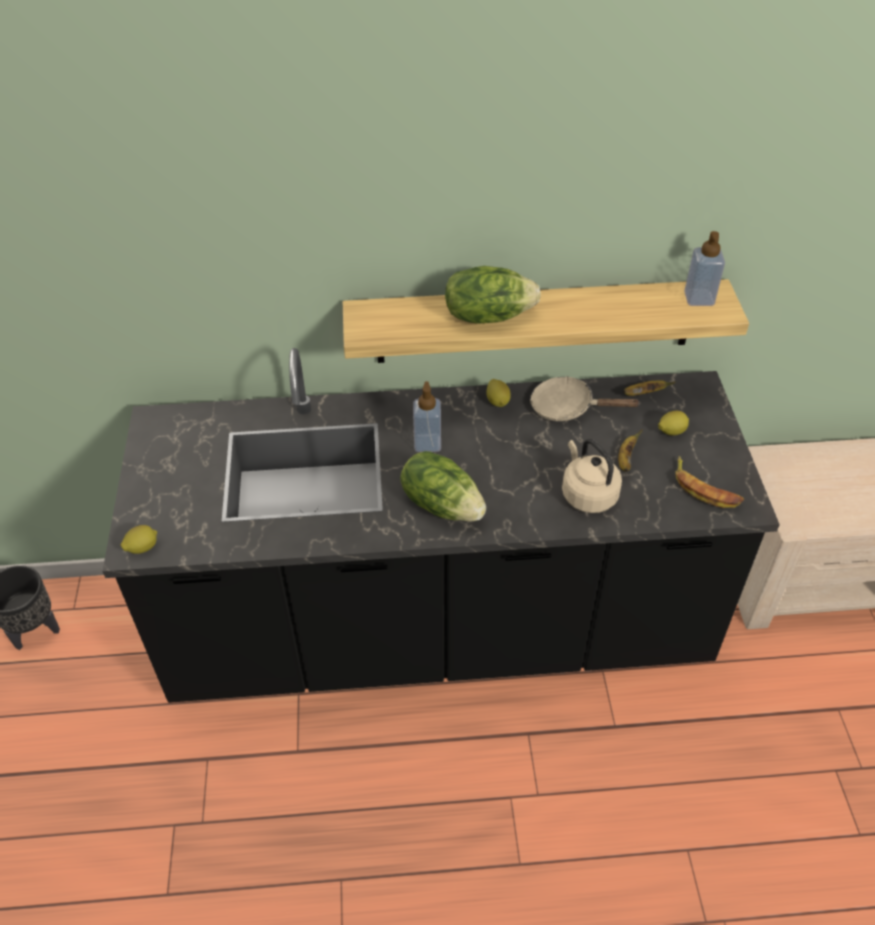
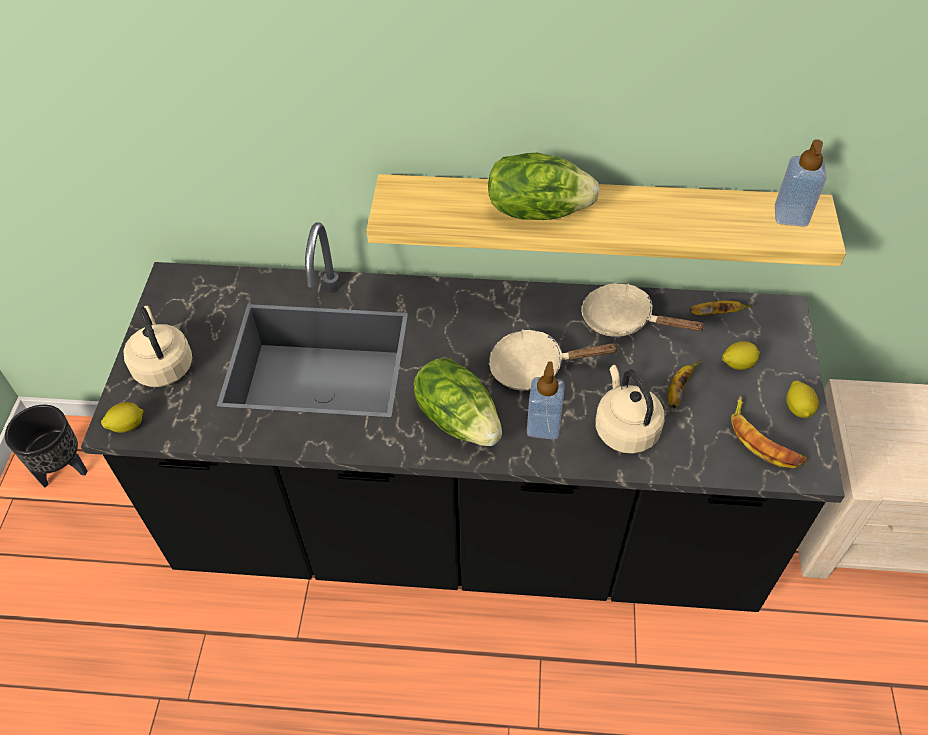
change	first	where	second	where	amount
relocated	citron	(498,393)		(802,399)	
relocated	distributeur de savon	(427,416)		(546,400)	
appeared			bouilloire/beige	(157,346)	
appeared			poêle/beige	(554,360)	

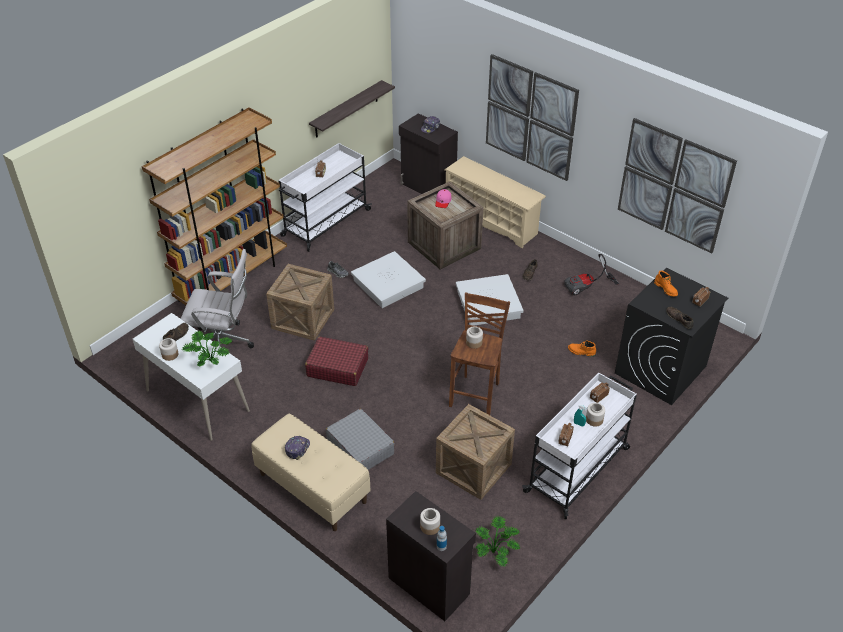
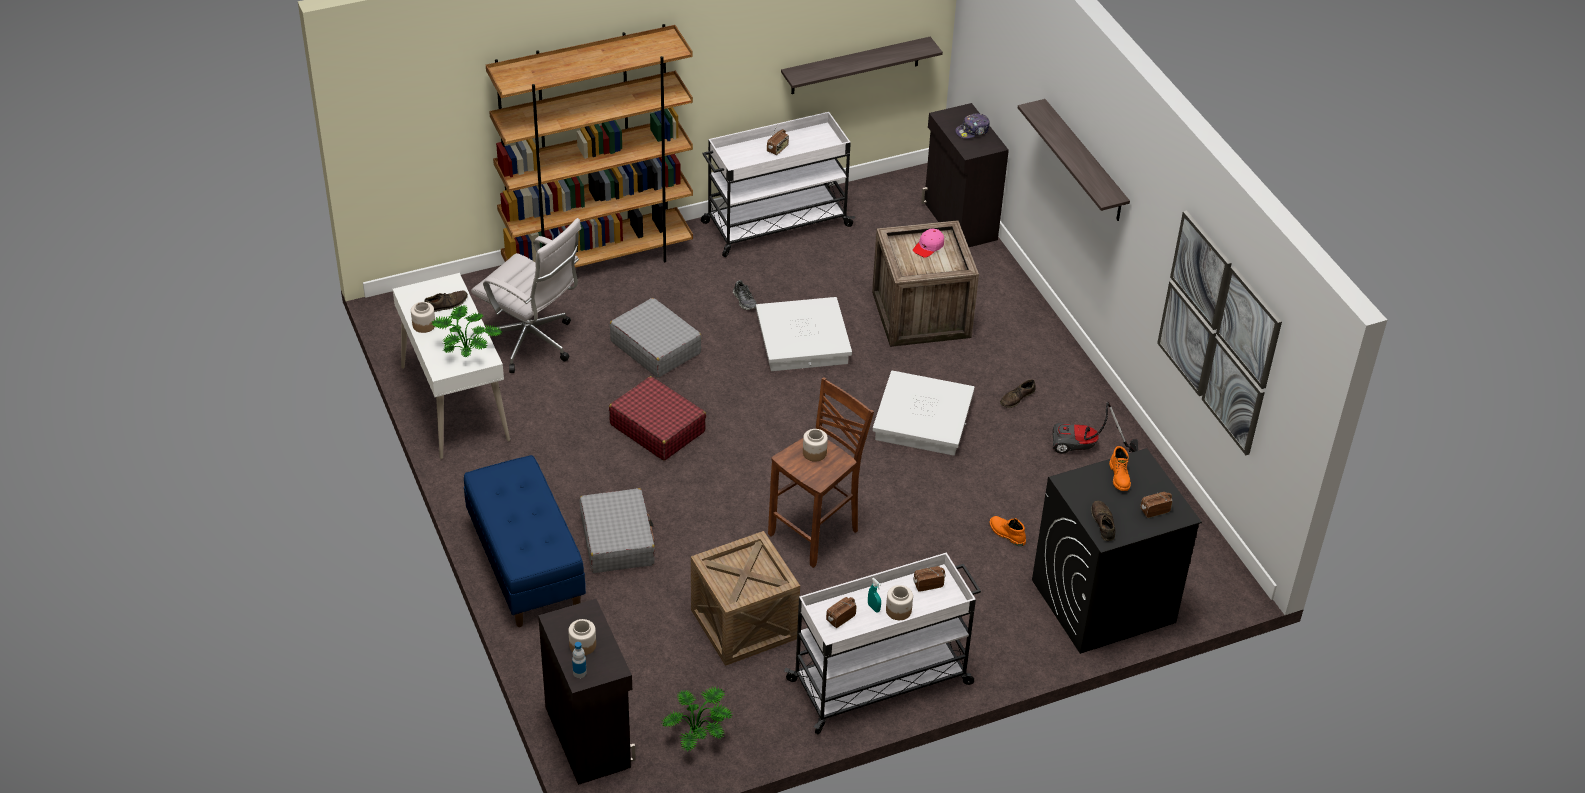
change	first	where	second	where	amount
exchanged	tableau	(532,117)	étagère	(1074,160)	
missing	étagère à chaussures/beige	(495,202)			
exchanged	caisse	(300,302)	valise/gris	(655,338)	
colour	banc/beige	(311,472)	banc/bleu	(525,541)	
missing	casquette	(297,448)			

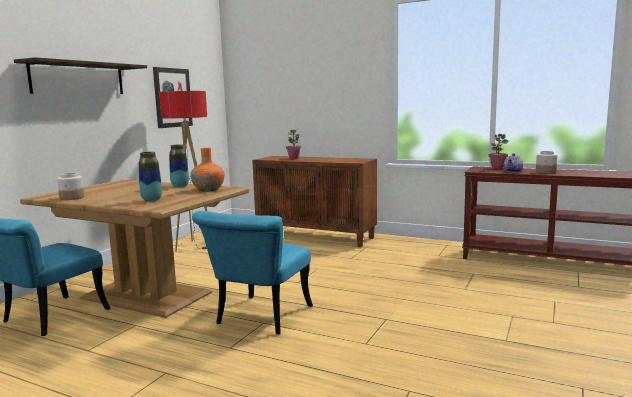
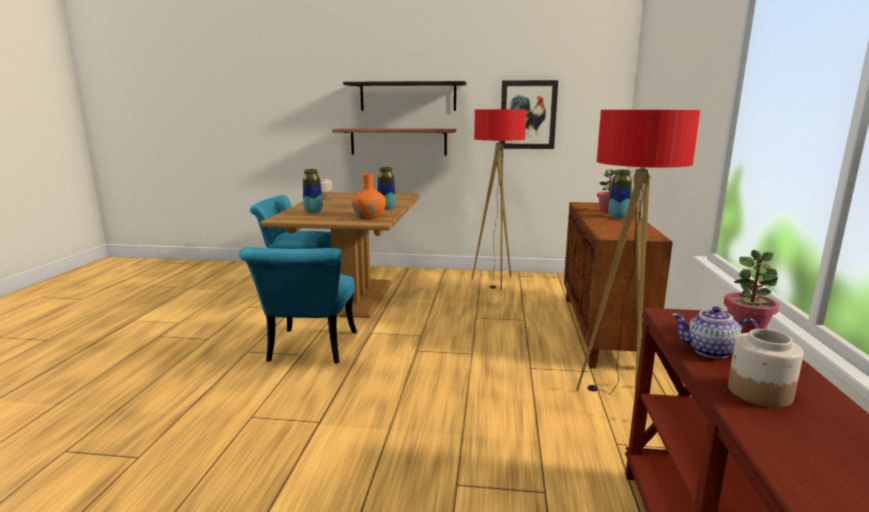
change	first	where	second	where	amount
spun	chaise/turquoise	(252,273)		(298,305)	90 degrees counterclockwise
appeared			lampadaire	(638,252)	
appeared			étagère	(394,142)	
appeared			vase	(620,194)	

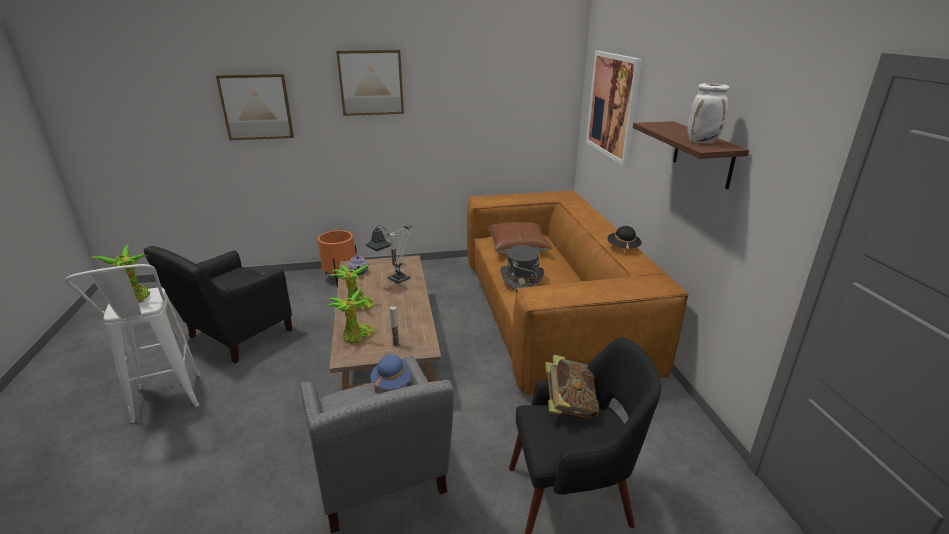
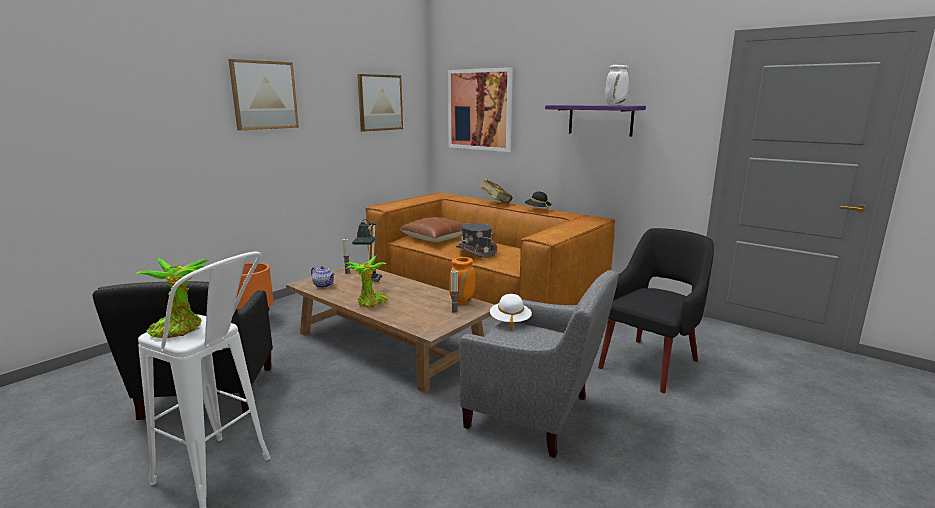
change	first	where	second	where	amount
relocated	tableau	(255,107)		(380,103)	
colour	étagère/marron	(691,155)	étagère/violet	(595,120)	
missing	plante en pot	(350,316)			
colour	chapeau/bleu	(390,374)	chapeau/blanc	(511,312)	
relocated	livre	(572,387)		(495,190)	
appeared			vase/orange	(462,281)	

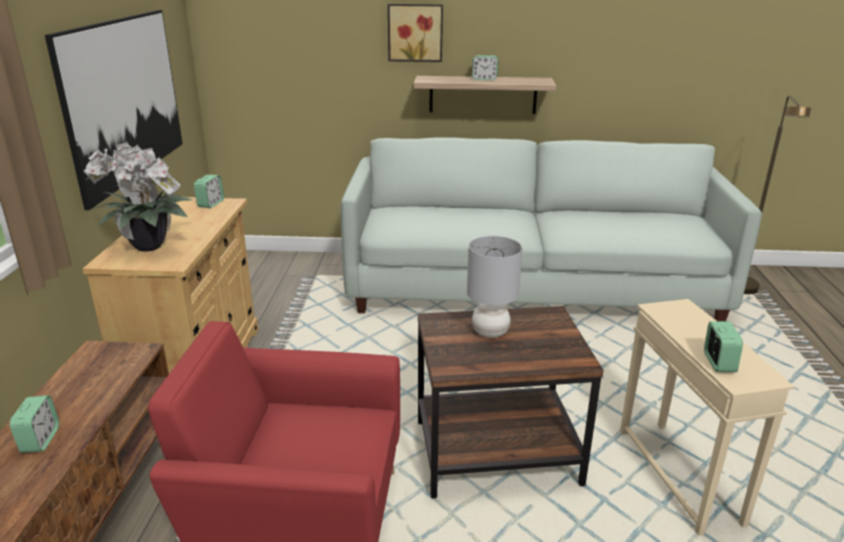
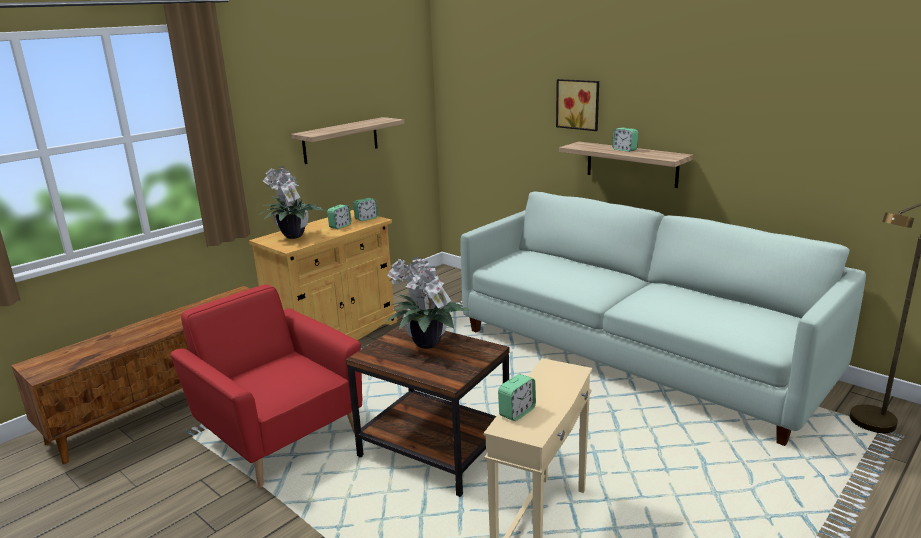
change	first	where	second	where	amount
exchanged	tableau	(114,110)	étagère	(348,140)	
exchanged	lampe de table/gris	(494,287)	plante en pot	(428,303)	
relocated	réveil	(34,424)		(339,217)	

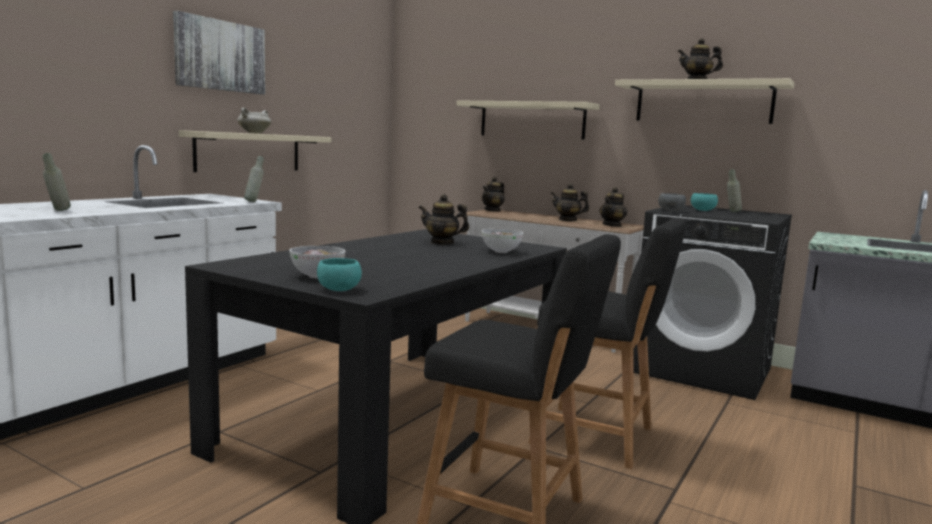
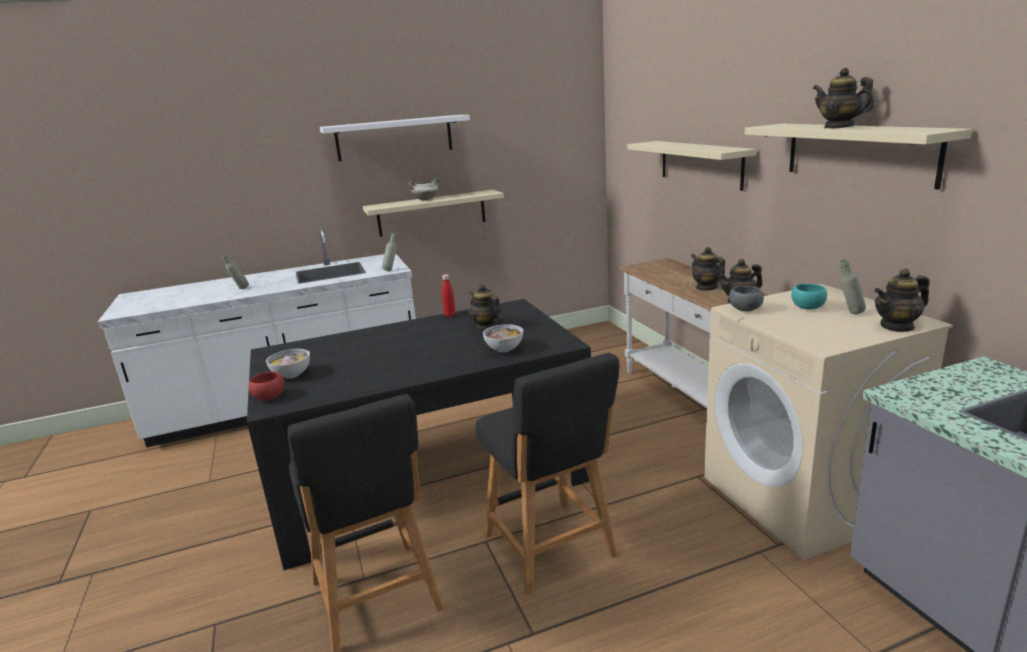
change	first	where	second	where	amount
exchanged	tableau	(219,53)	étagère/blanc	(395,138)	
relocated	théière	(493,194)		(902,300)	
colour	lave-linge/noir	(713,302)	lave-linge/beige	(828,422)	
colour	bol/turquoise	(339,274)	bol/rouge	(267,386)	
appeared			bouteille/rouge	(448,295)	

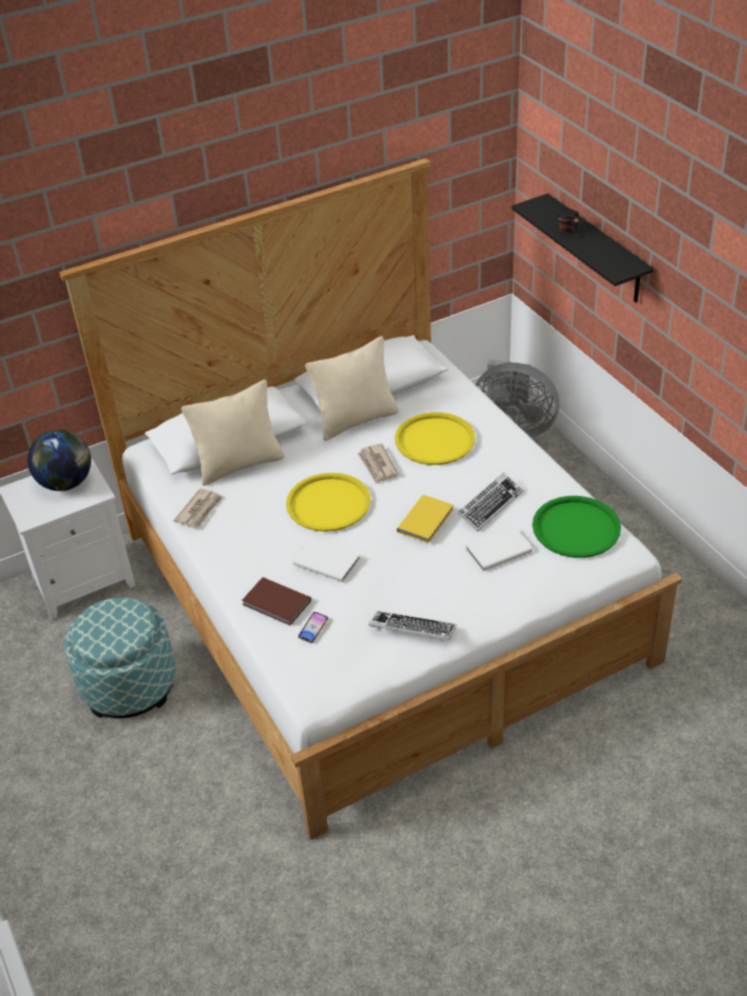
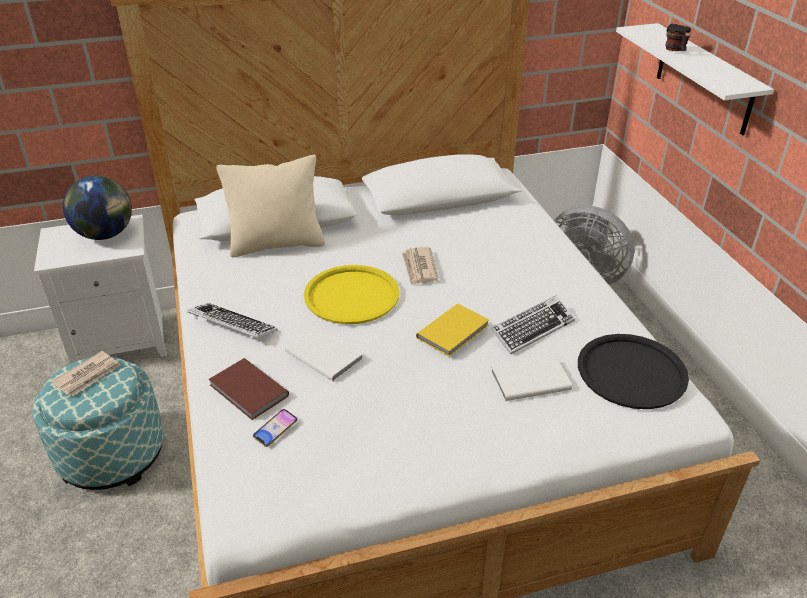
change	first	where	second	where	amount
colour	étagère/noir	(583,248)	étagère/blanc	(695,79)	
missing	coussin/beige	(352,388)			
missing	plateau/jaune	(435,438)			
relocated	journal	(197,508)		(86,373)	
colour	plateau/vert	(576,527)	plateau/noir	(633,371)	
relocated	clavier	(412,626)		(232,321)	

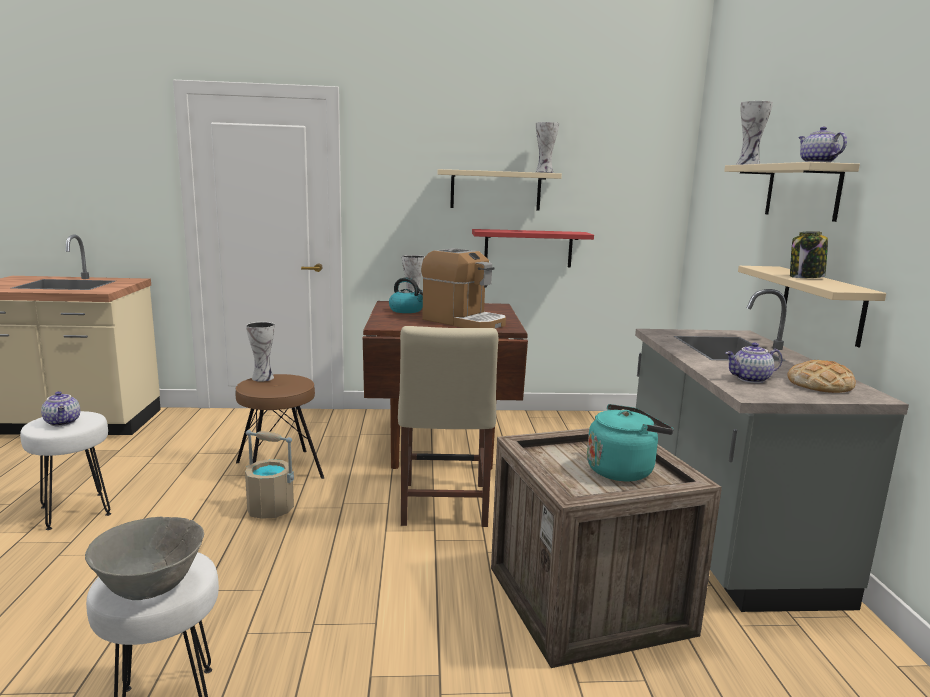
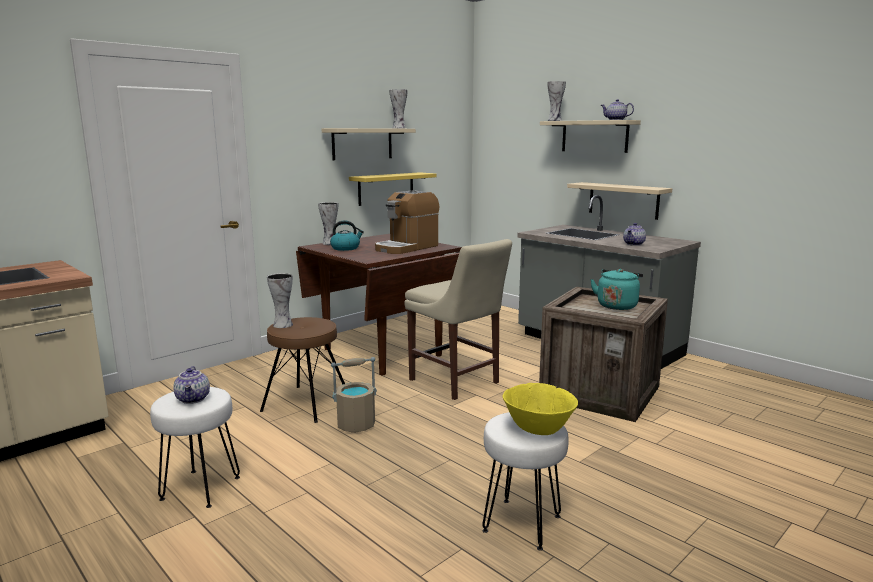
change	first	where	second	where	amount
colour	étagère/rouge	(533,248)	étagère/jaune	(392,189)	
missing	bocal	(809,254)			
spun	machine à café	(463,288)		(407,222)	135 degrees clockwise
missing	pain	(822,376)			
spun	théière	(60,408)		(191,385)	60 degrees clockwise
colour	bol/gris	(144,558)	bol/jaune	(540,409)	

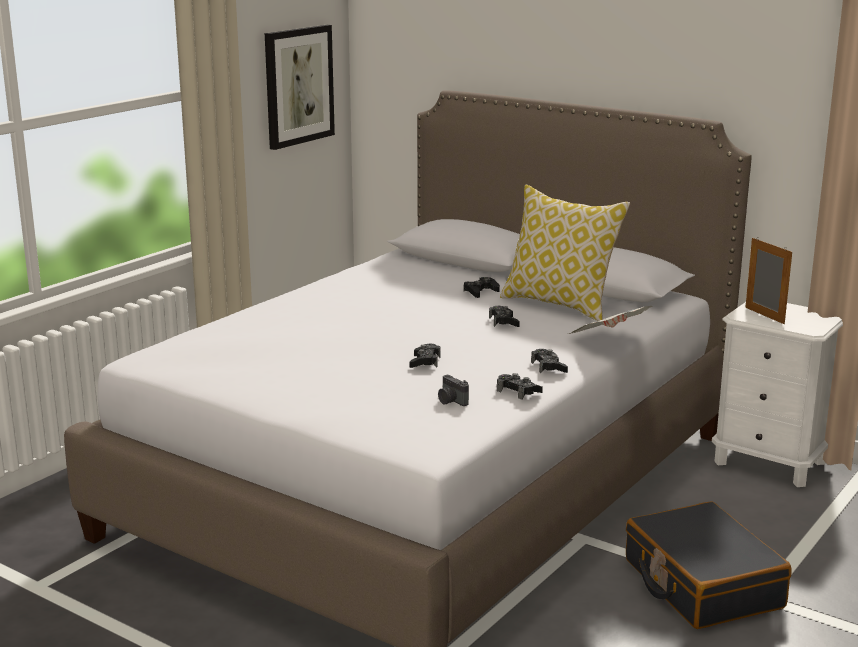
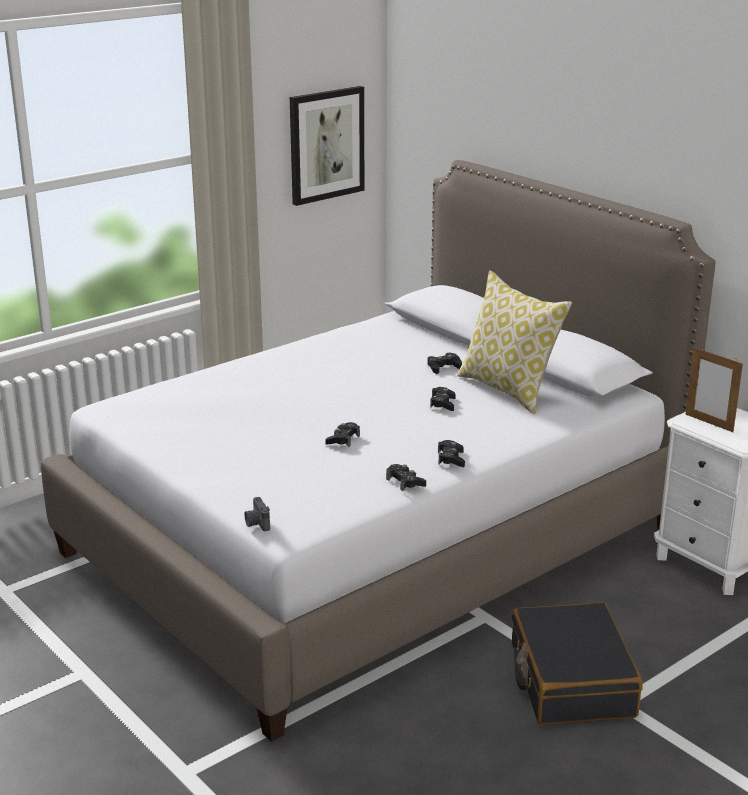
change	first	where	second	where	amount
spun	cadre photo	(768,280)		(714,389)	150 degrees clockwise
missing	journal	(611,320)			
relocated	appareil photo	(453,390)		(257,514)	

